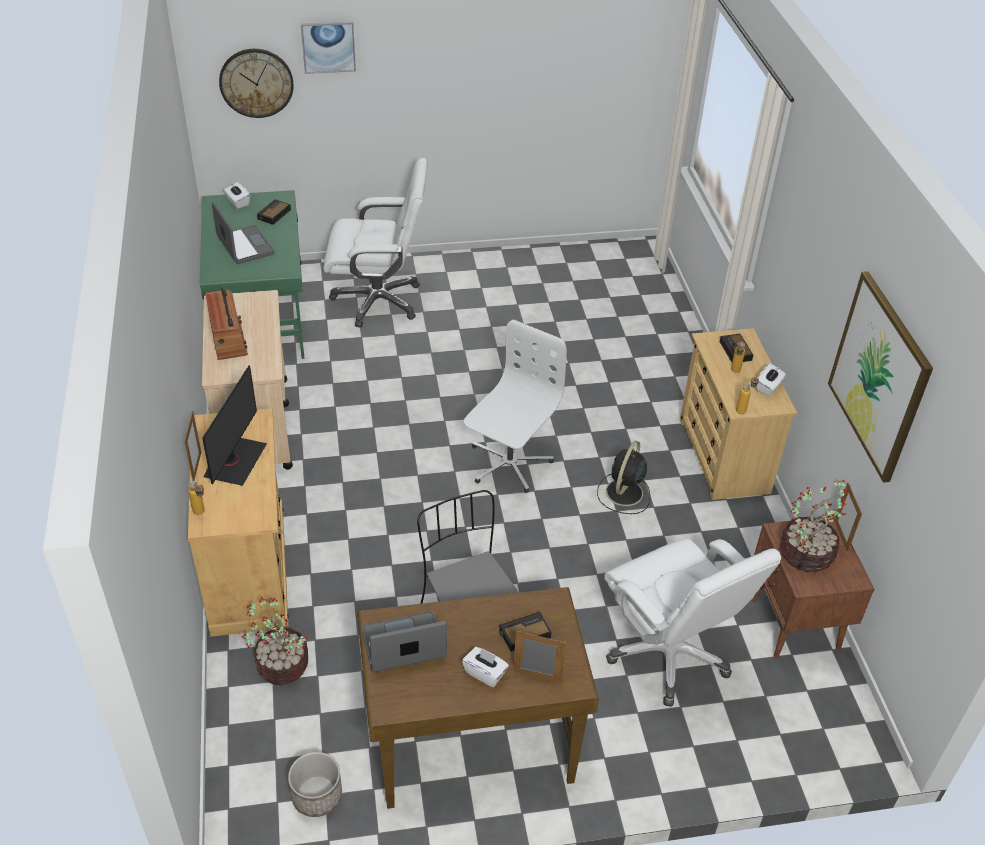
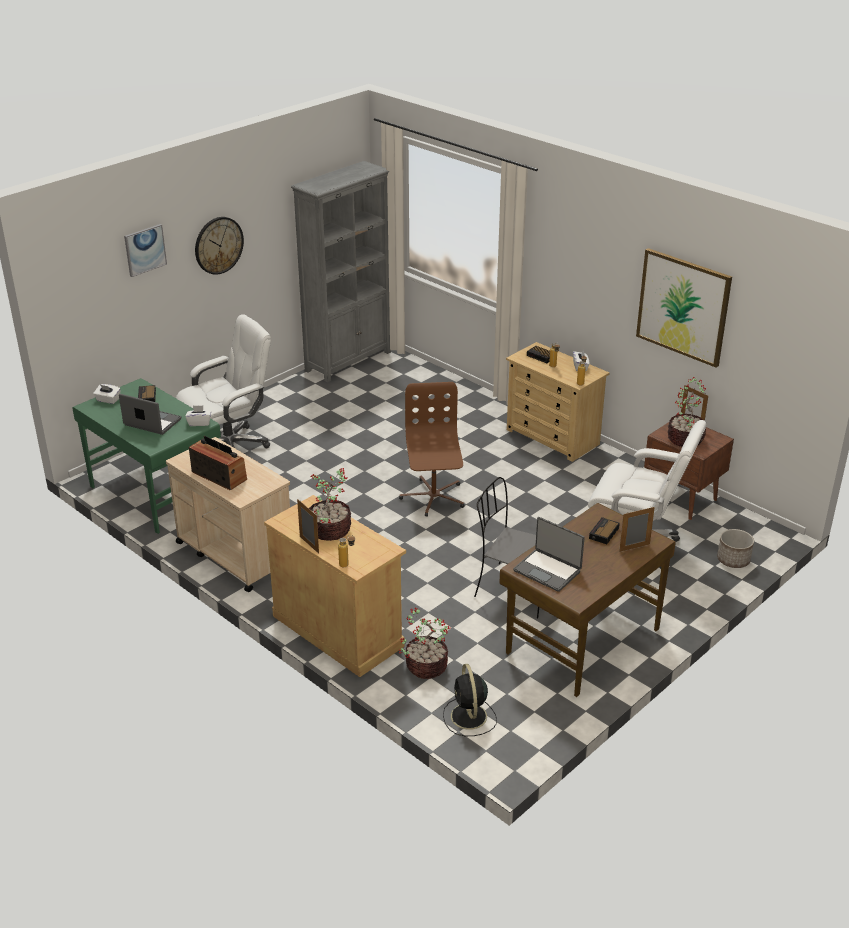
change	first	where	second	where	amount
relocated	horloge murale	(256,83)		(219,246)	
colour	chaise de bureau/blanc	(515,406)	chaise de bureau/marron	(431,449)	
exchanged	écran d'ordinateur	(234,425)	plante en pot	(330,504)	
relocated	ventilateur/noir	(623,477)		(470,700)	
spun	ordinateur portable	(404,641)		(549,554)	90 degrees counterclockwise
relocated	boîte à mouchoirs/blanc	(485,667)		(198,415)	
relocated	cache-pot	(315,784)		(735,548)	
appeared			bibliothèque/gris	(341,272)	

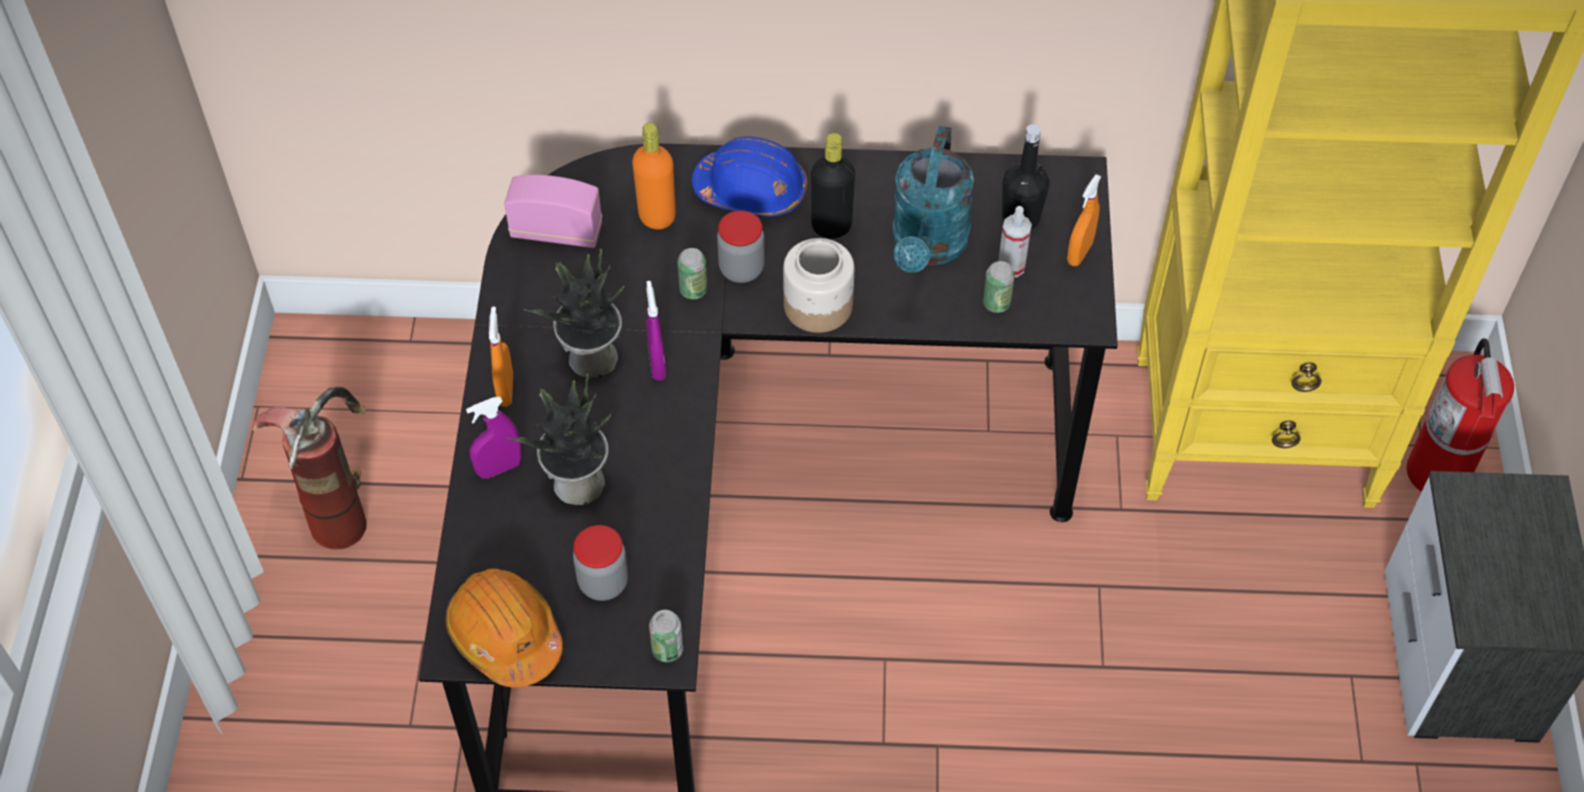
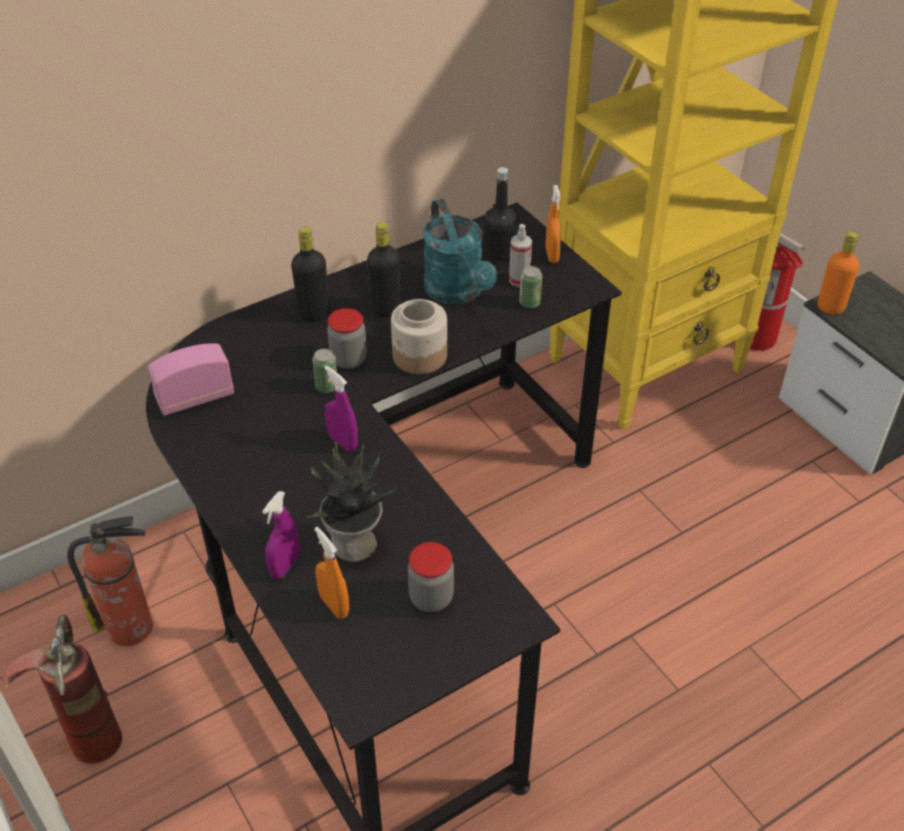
change	first	where	second	where	amount
relocated	bouteille/orange	(654,175)		(838,273)	
exchanged	casque de chantier/bleu	(749,177)	bouteille/noir	(310,274)	
missing	plante en pot	(575,313)			
relocated	vaporisateur/orange	(501,357)		(331,573)	
missing	casque de chantier/orange	(504,628)			
missing	boîte métallique	(666,636)			
appeared			extincteur	(110,581)	

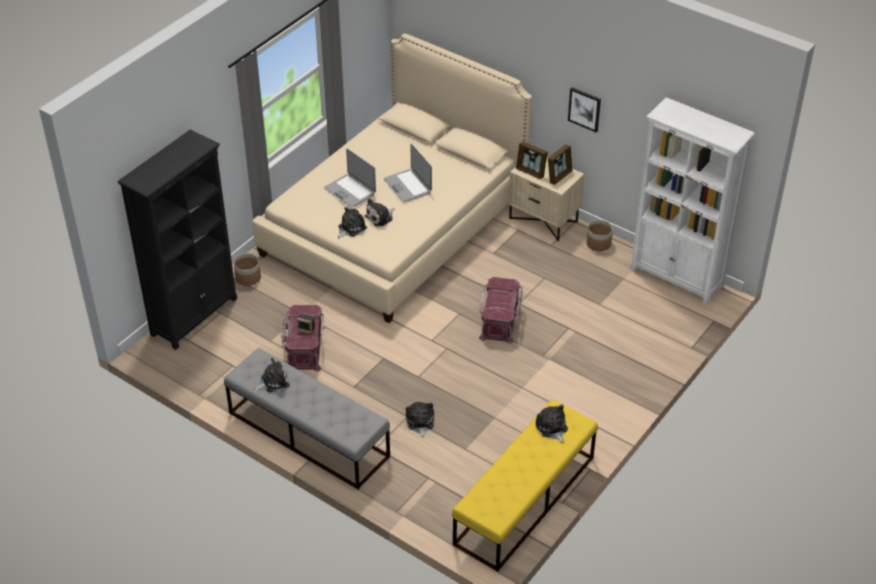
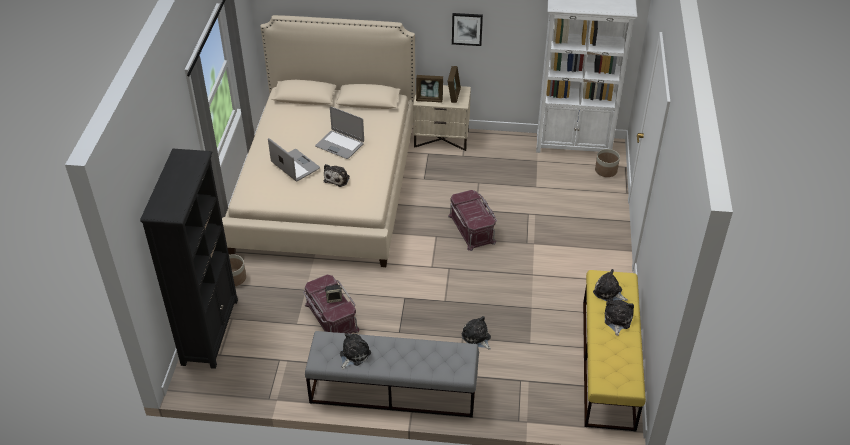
change	first	where	second	where	amount
spun	ordinateur portable	(350,178)		(294,159)	150 degrees counterclockwise
relocated	peluche	(352,222)		(619,318)	
relocated	cache-pot	(599,235)		(607,163)	

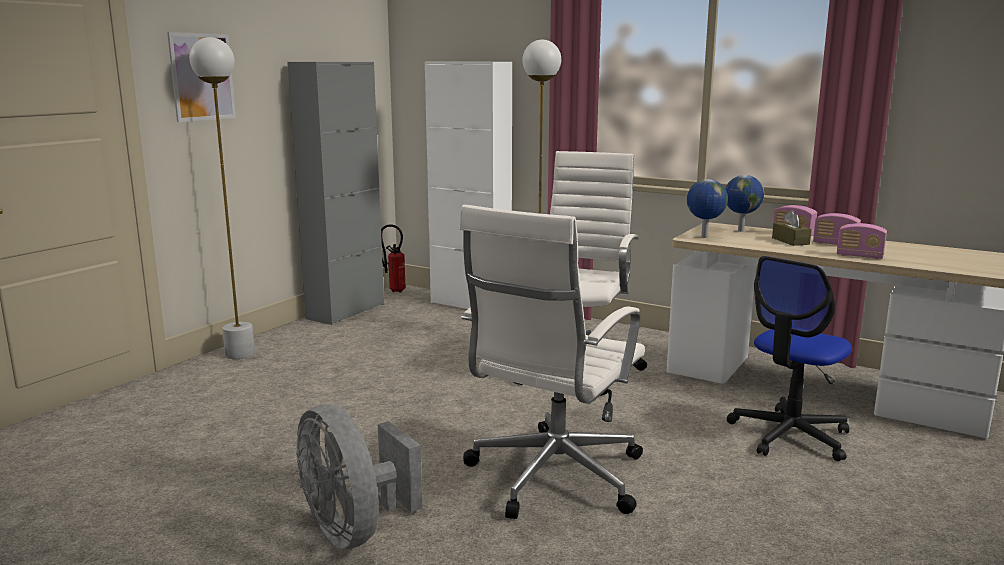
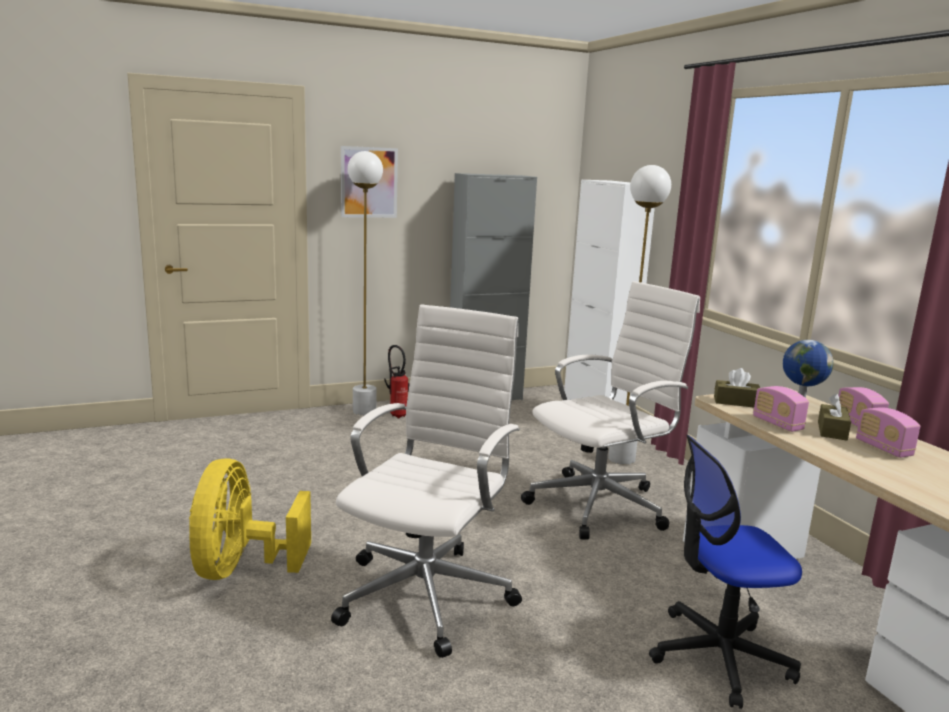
change	first	where	second	where	amount
exchanged	globe	(707,208)	boîte à mouchoirs/marron	(737,388)	
spun	chaise de bureau/blanc	(552,362)		(426,481)	135 degrees clockwise
relocated	radio	(862,241)		(781,409)	
relocated	extincteur	(393,258)		(397,381)	
colour	ventilateur/gris	(359,476)	ventilateur/jaune	(250,519)	

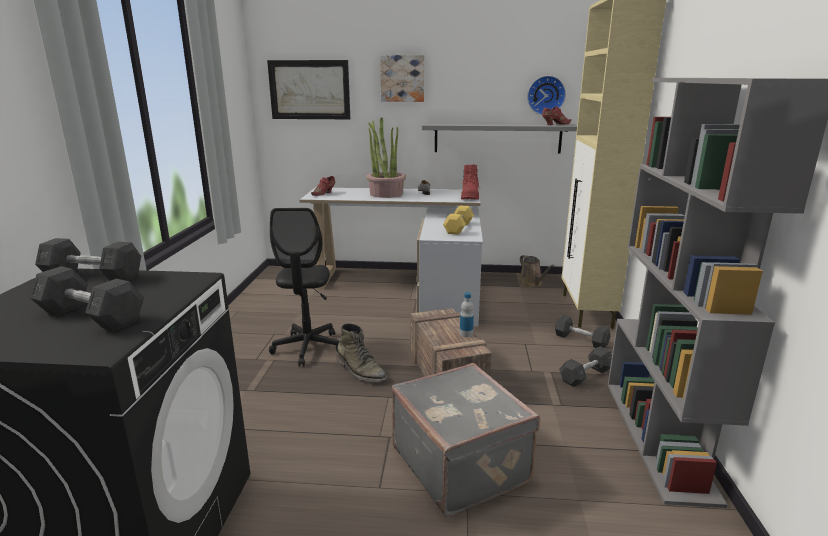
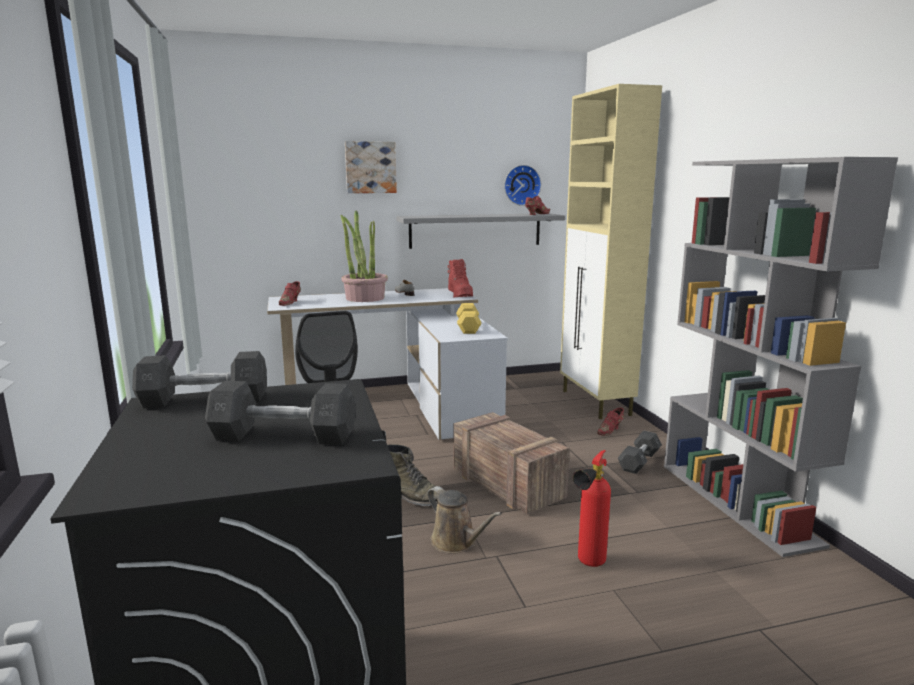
change	first	where	second	where	amount
missing	tableau	(308,89)			
relocated	arrosoir/marron	(536,271)		(465,519)	
missing	bouteille	(467,314)			
exchanged	haltère/gris	(583,331)	chaussure/rouge	(610,421)	
exchanged	valise/gris	(466,440)	extincteur	(592,508)	

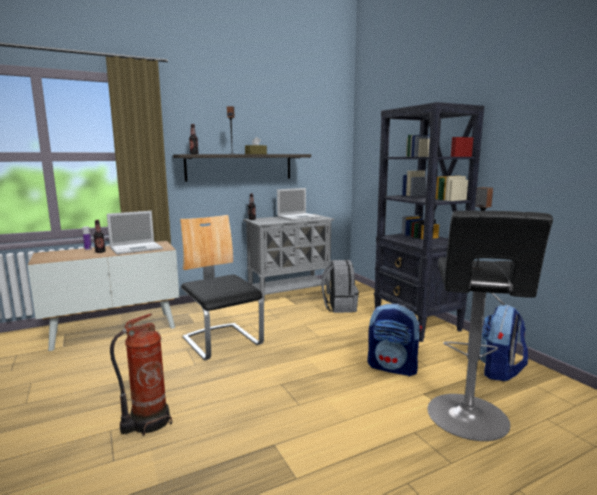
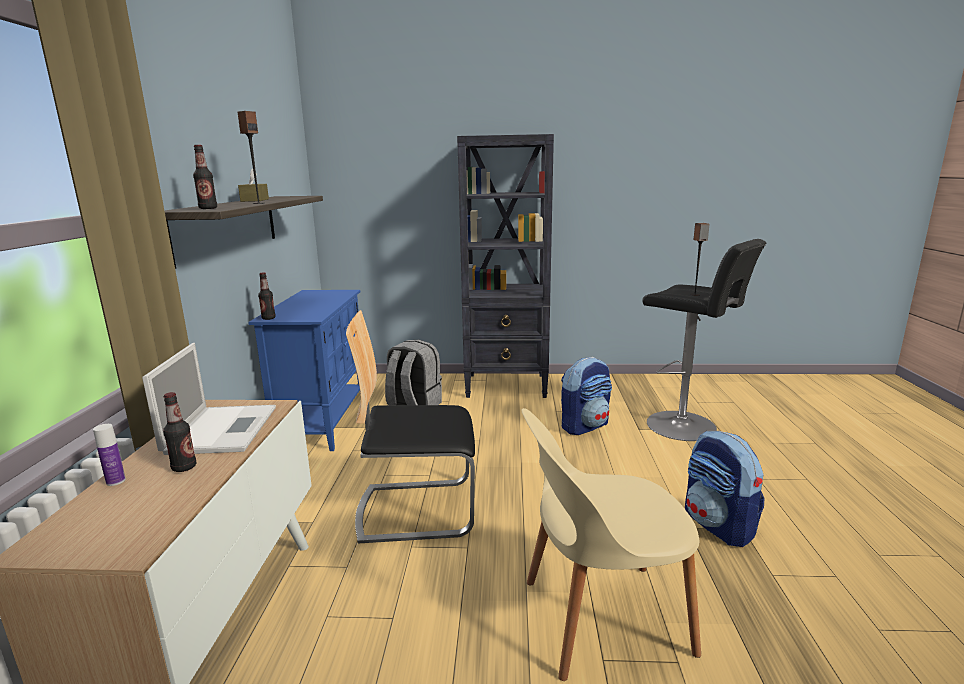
change	first	where	second	where	amount
missing	ordinateur portable	(299,204)			
colour	meuble de rangement/gris	(288,257)	meuble de rangement/bleu	(304,370)	
relocated	sac à dos	(504,343)		(724,489)	
exchanged	extincteur	(141,374)	chaise/beige	(611,544)	

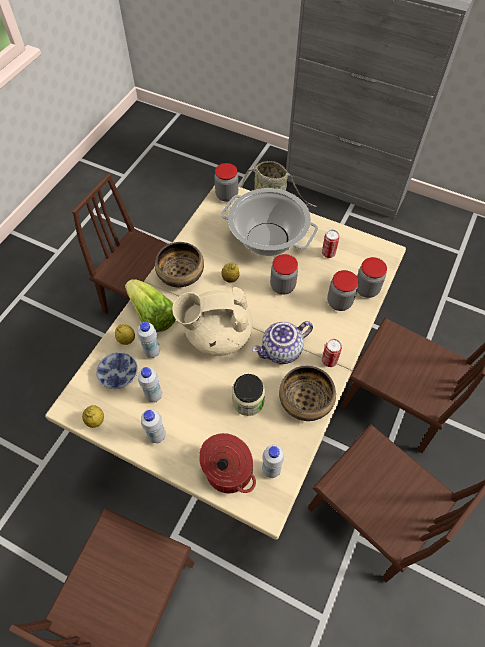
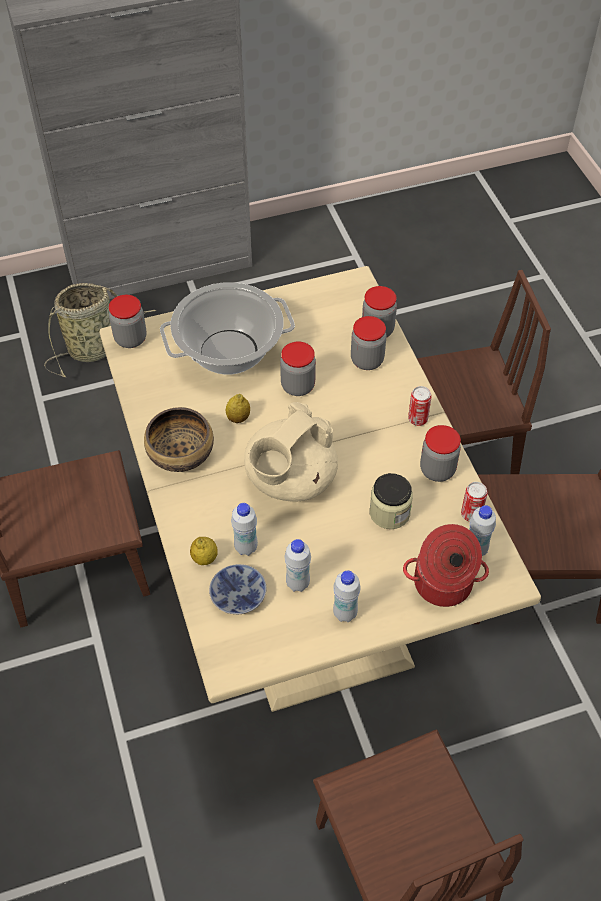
change	first	where	second	where	amount
relocated	boîte métallique	(331,244)		(474,502)	
missing	laitue	(150,305)			
missing	théière	(282,342)			
exchanged	bol	(307,393)	bocal	(440,453)	
missing	citron	(93,416)			

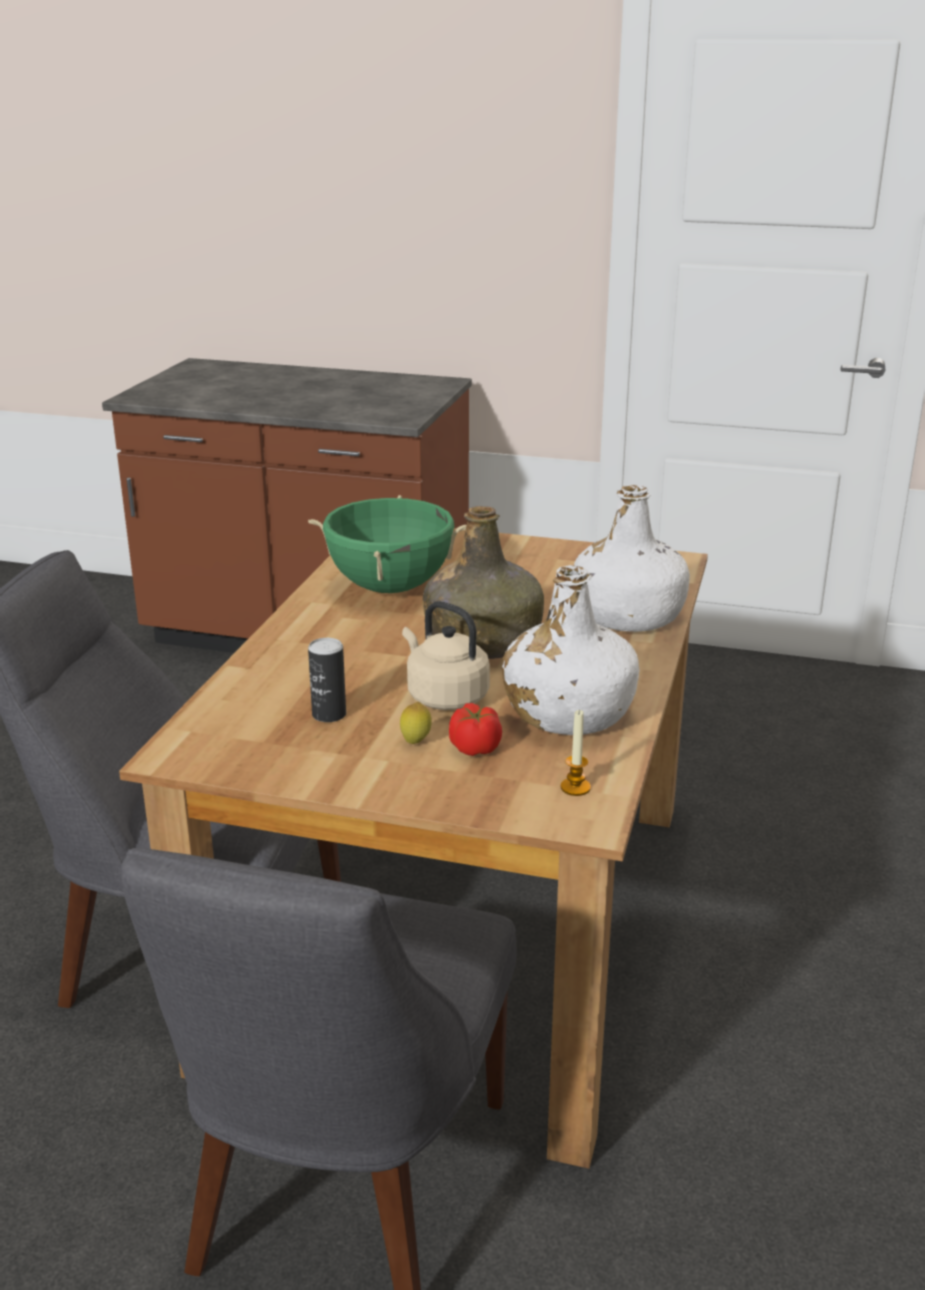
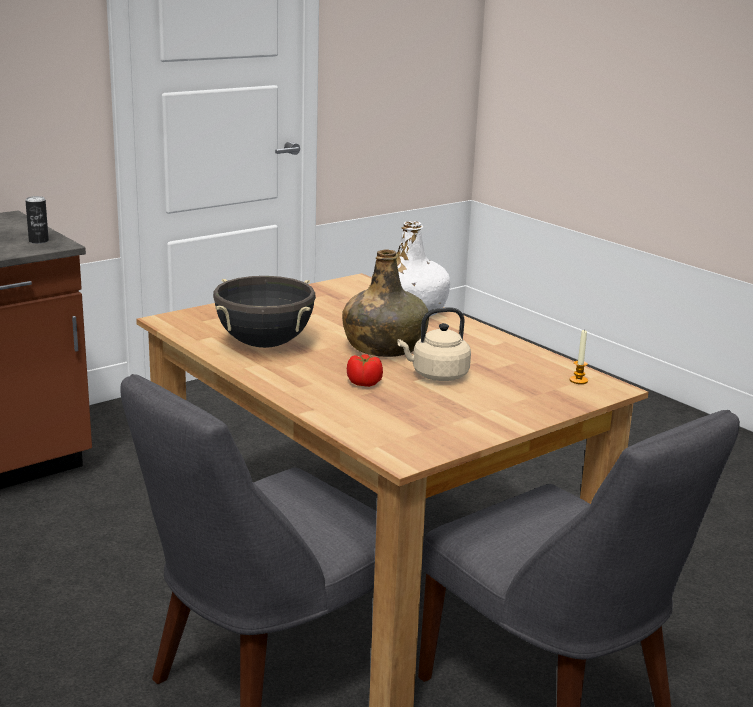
change	first	where	second	where	amount
colour	marmite/vert	(387,544)	marmite/noir	(264,312)	
missing	bouteille/blanc	(570,650)			
relocated	boîte métallique	(327,680)		(37,220)	
missing	citron	(416,723)			
relocated	tomate	(475,729)		(365,370)	

